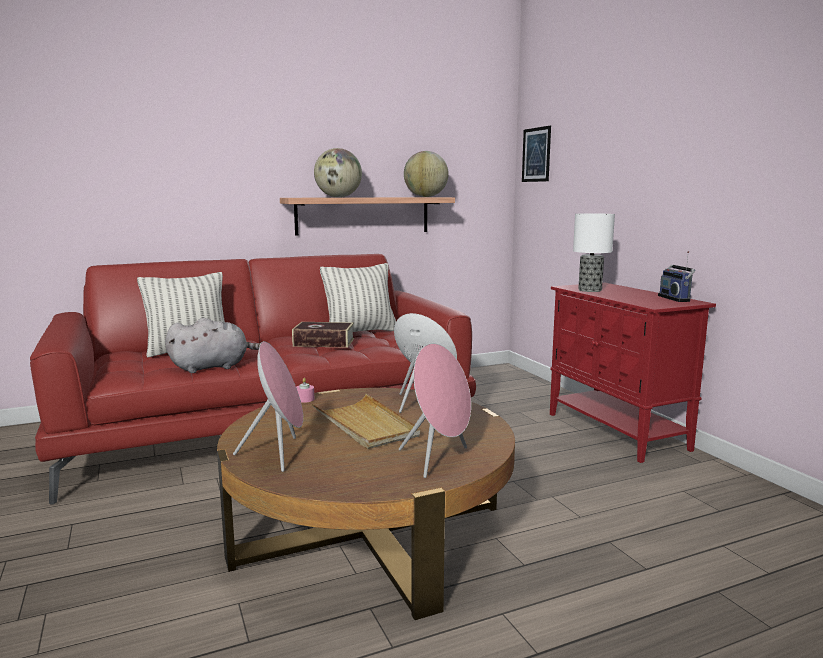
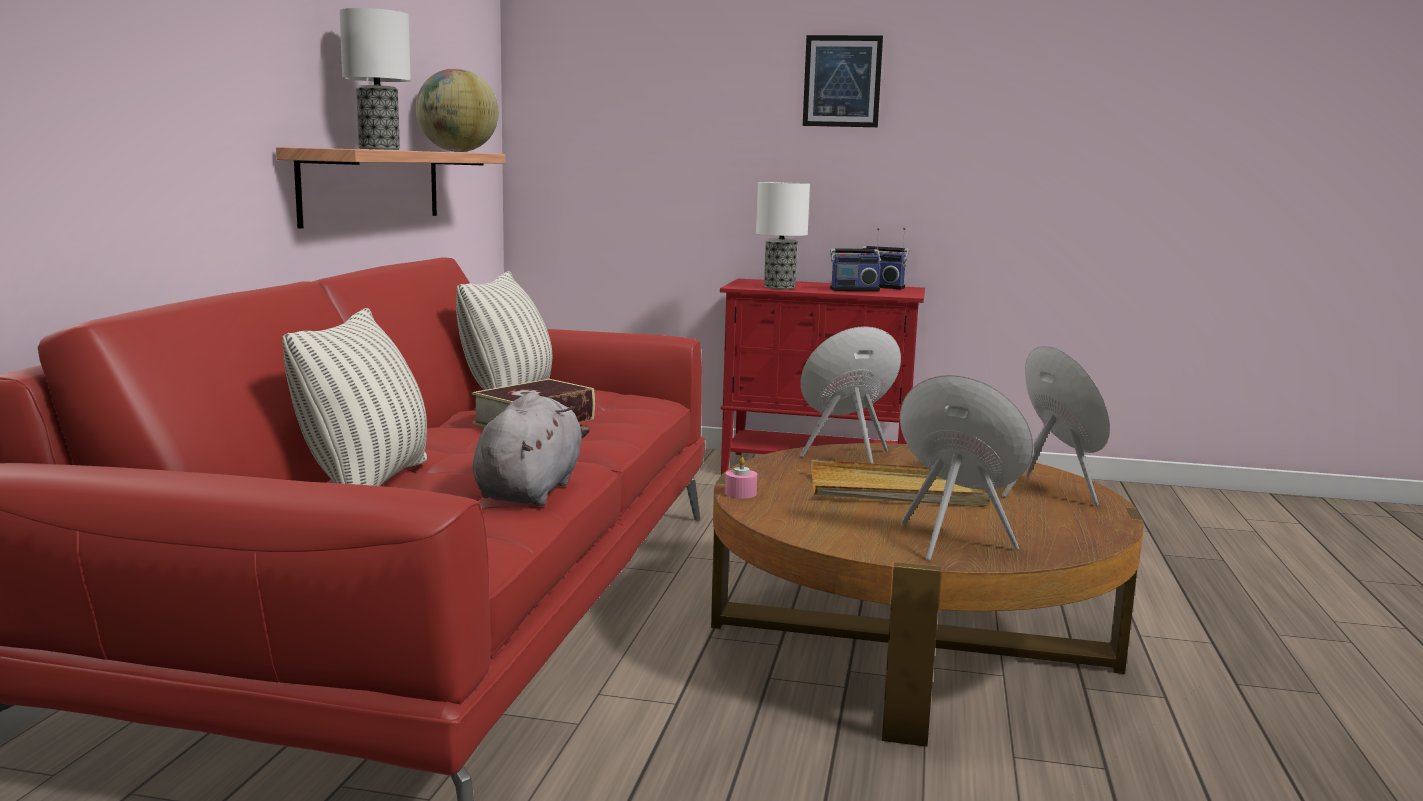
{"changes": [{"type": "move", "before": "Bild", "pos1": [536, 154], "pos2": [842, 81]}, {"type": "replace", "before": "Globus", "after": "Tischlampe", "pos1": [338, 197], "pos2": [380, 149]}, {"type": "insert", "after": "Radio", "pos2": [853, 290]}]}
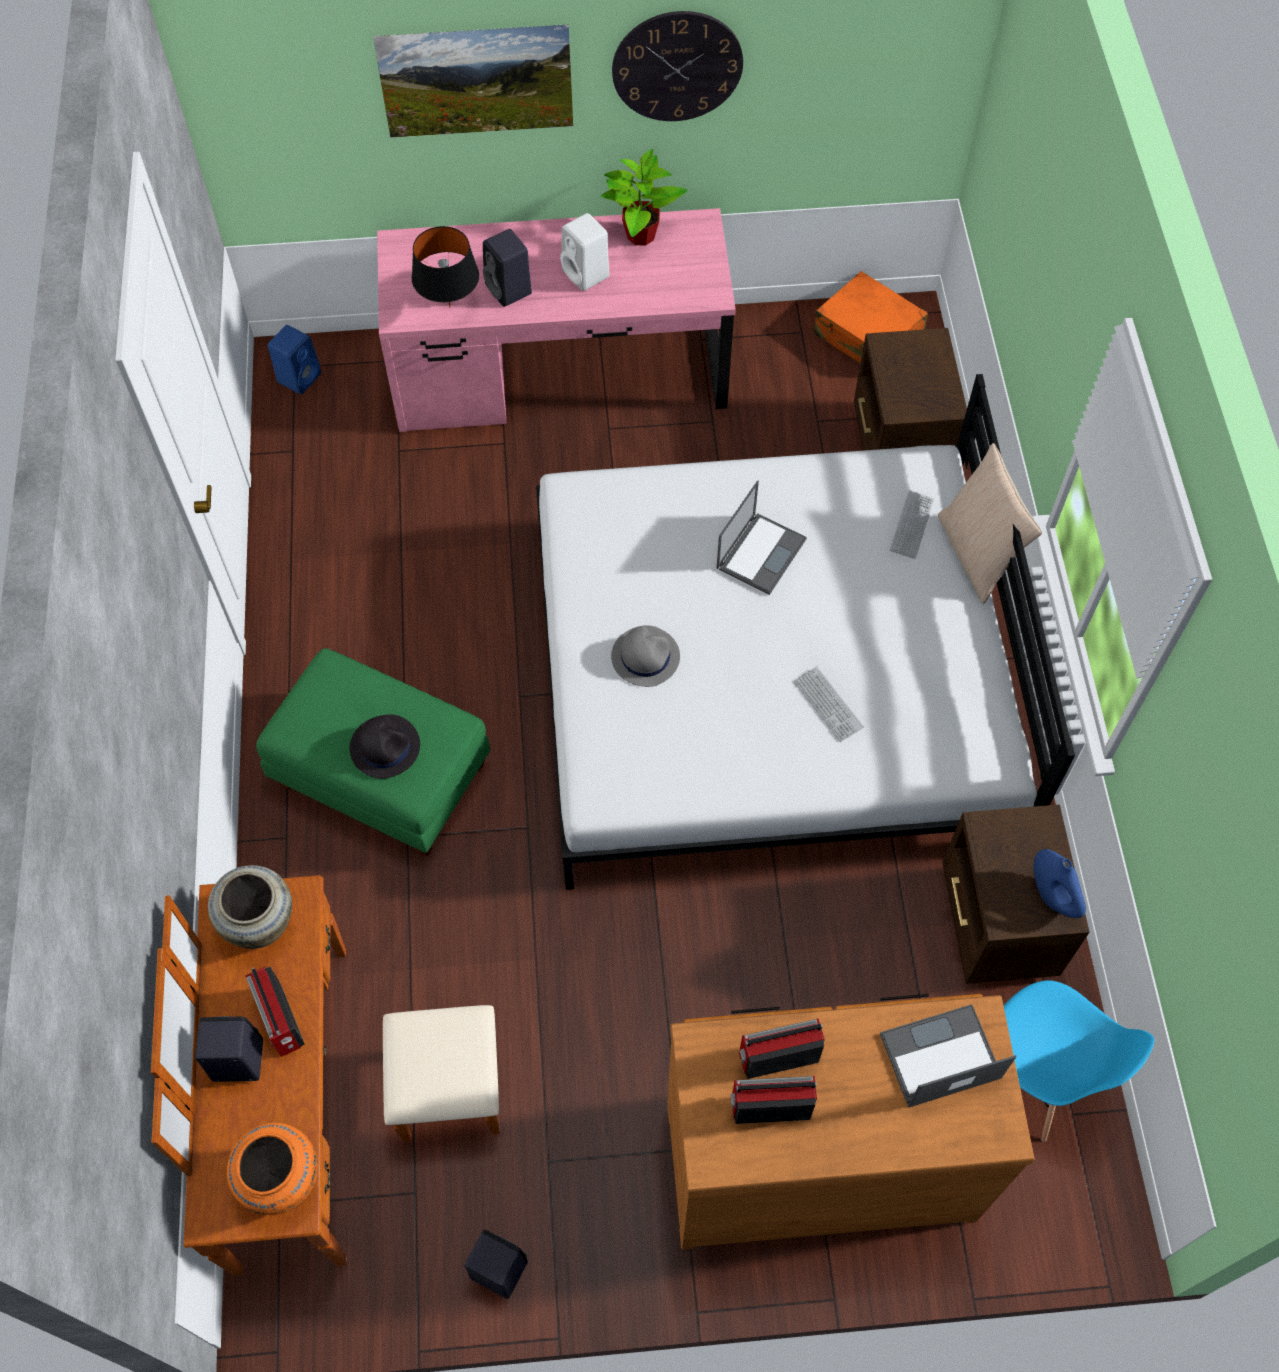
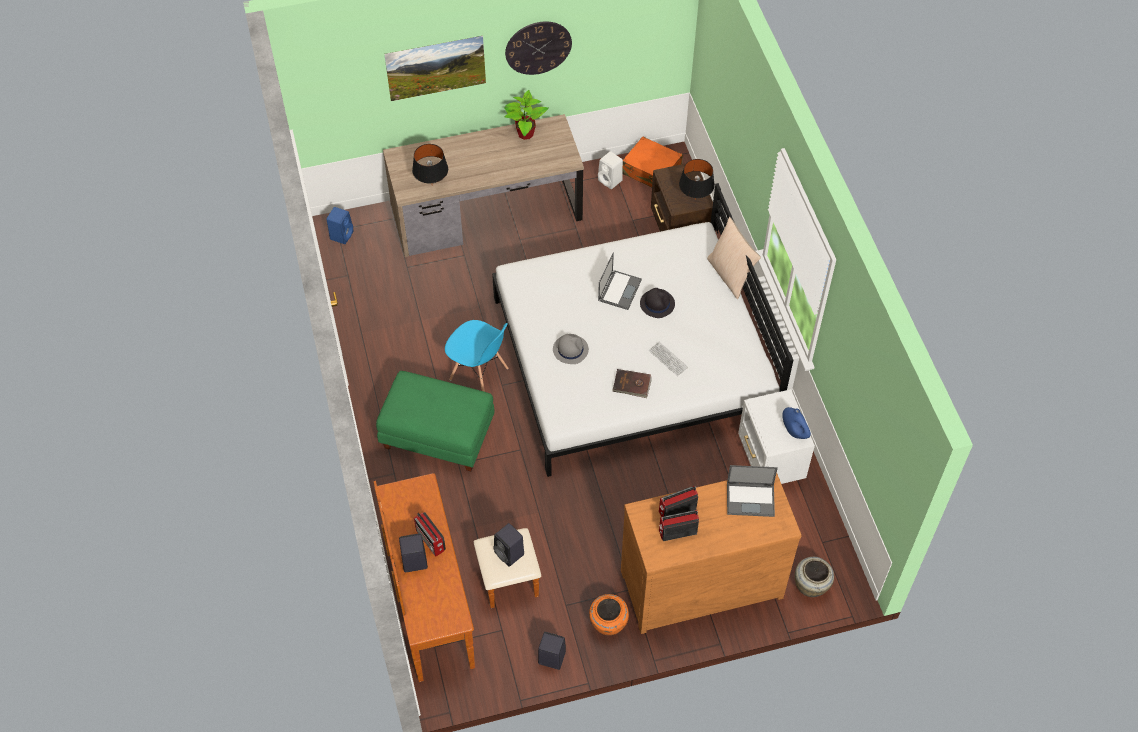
{"changes": [{"type": "recolor", "before": "Schreibtisch (rosa)", "after": "Schreibtisch (braun)", "pos1": [560, 371], "pos2": [486, 212]}, {"type": "move", "before": "Lautsprecher (weiß)", "pos1": [587, 274], "pos2": [610, 181]}, {"type": "move", "before": "Lautsprecher (schwarz)", "pos1": [510, 290], "pos2": [510, 554]}, {"type": "delete", "before": "Tastatur", "pos1": [911, 525]}, {"type": "move", "before": "Hut (schwarz)", "pos1": [385, 746], "pos2": [657, 303]}, {"type": "recolor", "before": "Nachttisch (braun)", "after": "Nachttisch (weiß)", "pos1": [995, 925], "pos2": [770, 460]}, {"type": "move", "before": "Vase (beige)", "pos1": [261, 925], "pos2": [811, 587]}, {"type": "move", "before": "Stuhl (blau)", "pos1": [1034, 1079], "pos2": [479, 374]}, {"type": "rotate", "before": "Laptop", "pos1": [939, 1057], "pos2": [751, 499], "turn": -150}, {"type": "move", "before": "Vase (orange)", "pos1": [282, 1181], "pos2": [607, 624]}, {"type": "insert", "after": "Tischlampe (schwarz)", "pos2": [695, 199]}, {"type": "insert", "after": "Buch (braun)", "pos2": [632, 384]}]}
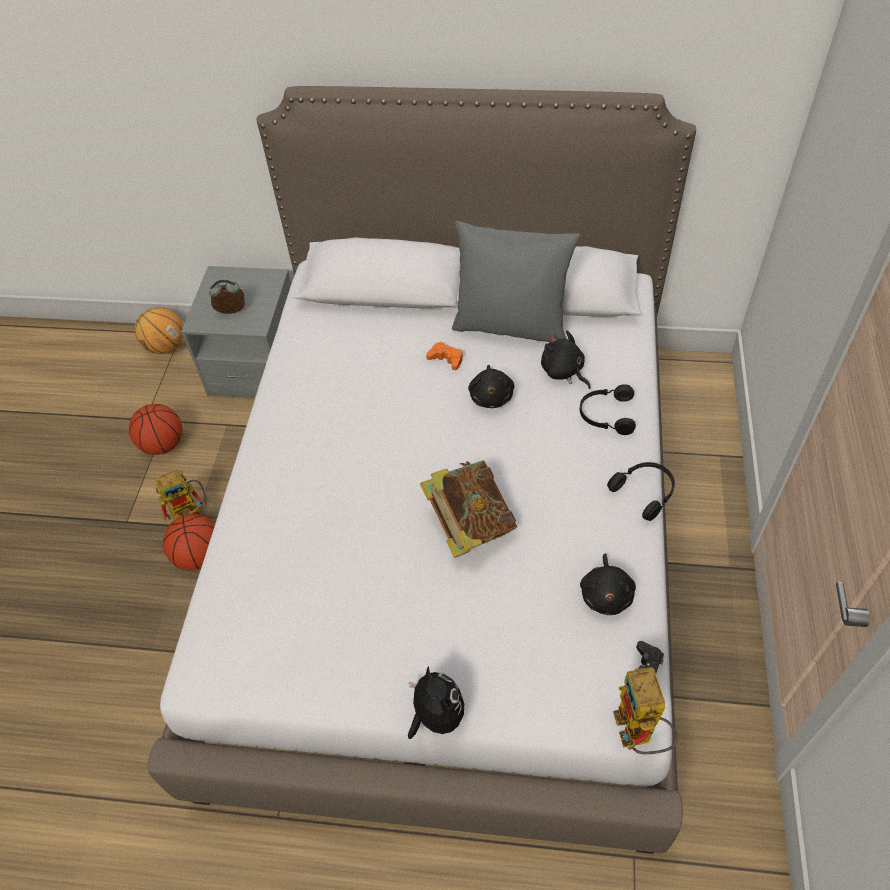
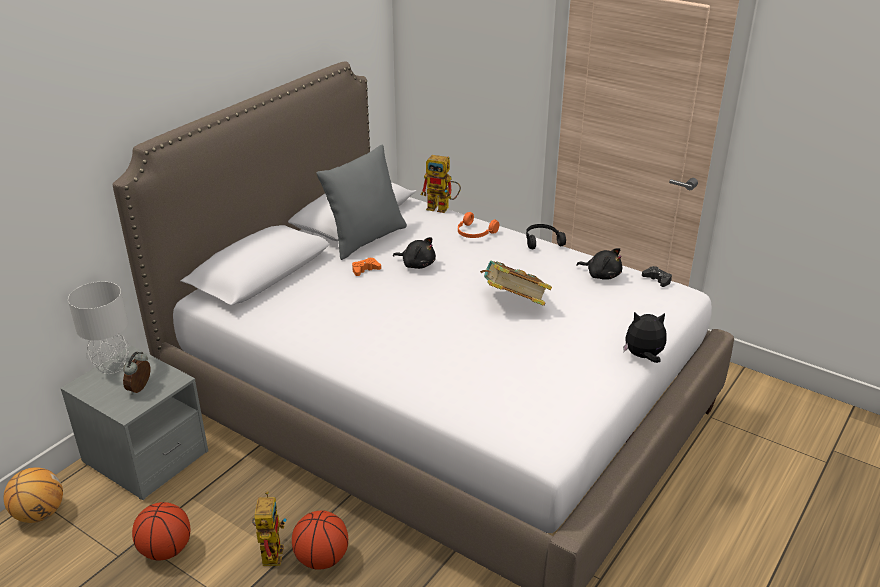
{"changes": [{"type": "delete", "before": "Plüschtier (schwarz)", "pos1": [563, 371]}, {"type": "recolor", "before": "Kopfhörer (schwarz)", "after": "Kopfhörer (orange)", "pos1": [606, 415], "pos2": [474, 233]}, {"type": "move", "before": "Spielzeugroboter", "pos1": [638, 735], "pos2": [443, 208]}, {"type": "insert", "after": "Tischlampe (grau)", "pos2": [111, 367]}]}
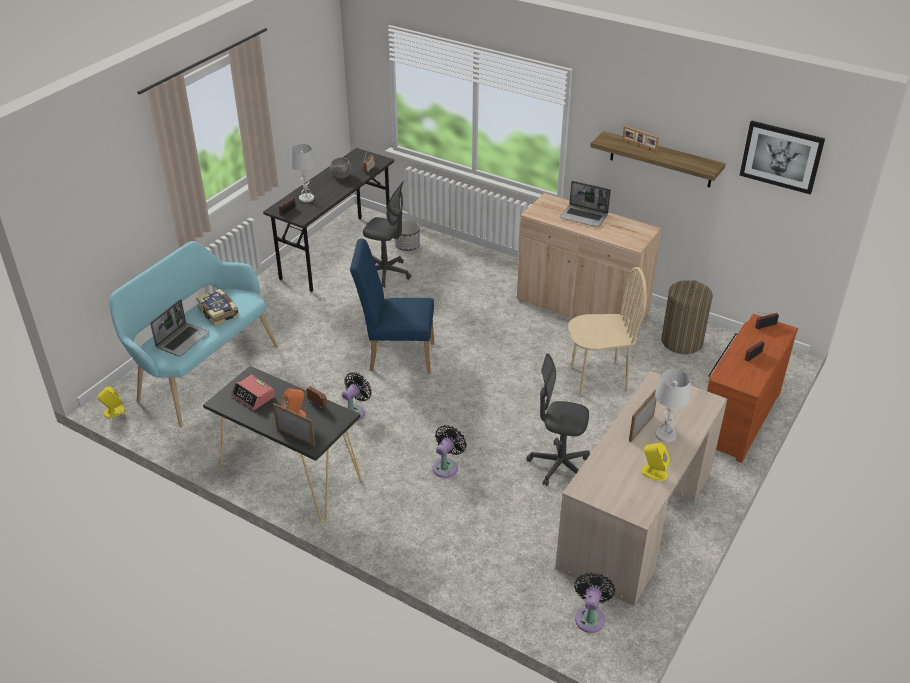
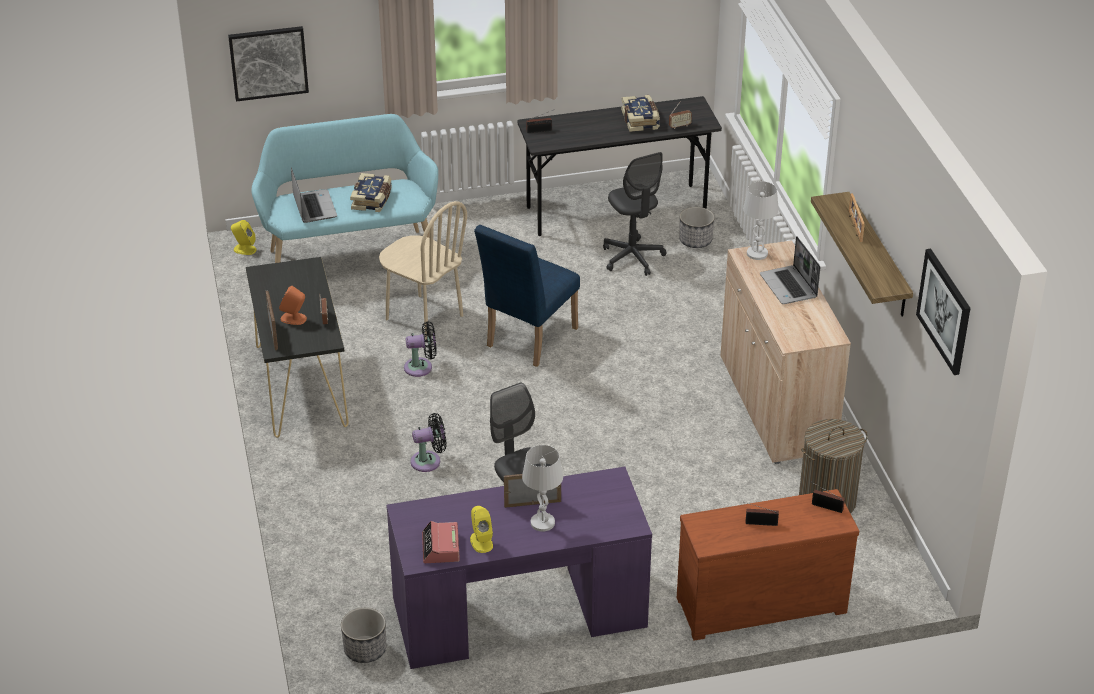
{"changes": [{"type": "move", "before": "Tischlampe (weiß)", "pos1": [306, 198], "pos2": [757, 253]}, {"type": "replace", "before": "Schüssel (grau)", "after": "Buch", "pos1": [341, 176], "pos2": [641, 120]}, {"type": "rotate", "before": "Stuhl (blau)", "pos1": [396, 355], "pos2": [527, 340], "turn": -105}, {"type": "move", "before": "Stuhl (beige)", "pos1": [598, 378], "pos2": [424, 318]}, {"type": "rotate", "before": "Laptop", "pos1": [183, 340], "pos2": [314, 207], "turn": -90}, {"type": "recolor", "before": "Schreibtisch (beige)", "after": "Schreibtisch (lila)", "pos1": [635, 519], "pos2": [518, 611]}, {"type": "move", "before": "Wecker", "pos1": [253, 396], "pos2": [441, 548]}, {"type": "replace", "before": "Ventilator (schwarz)", "after": "Pflanzkübel", "pos1": [590, 617], "pos2": [365, 649]}, {"type": "insert", "after": "Bild", "pos2": [268, 62]}]}
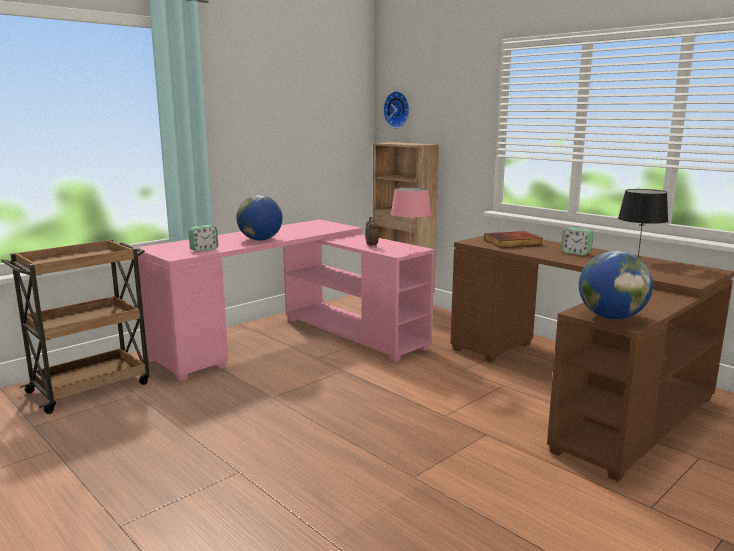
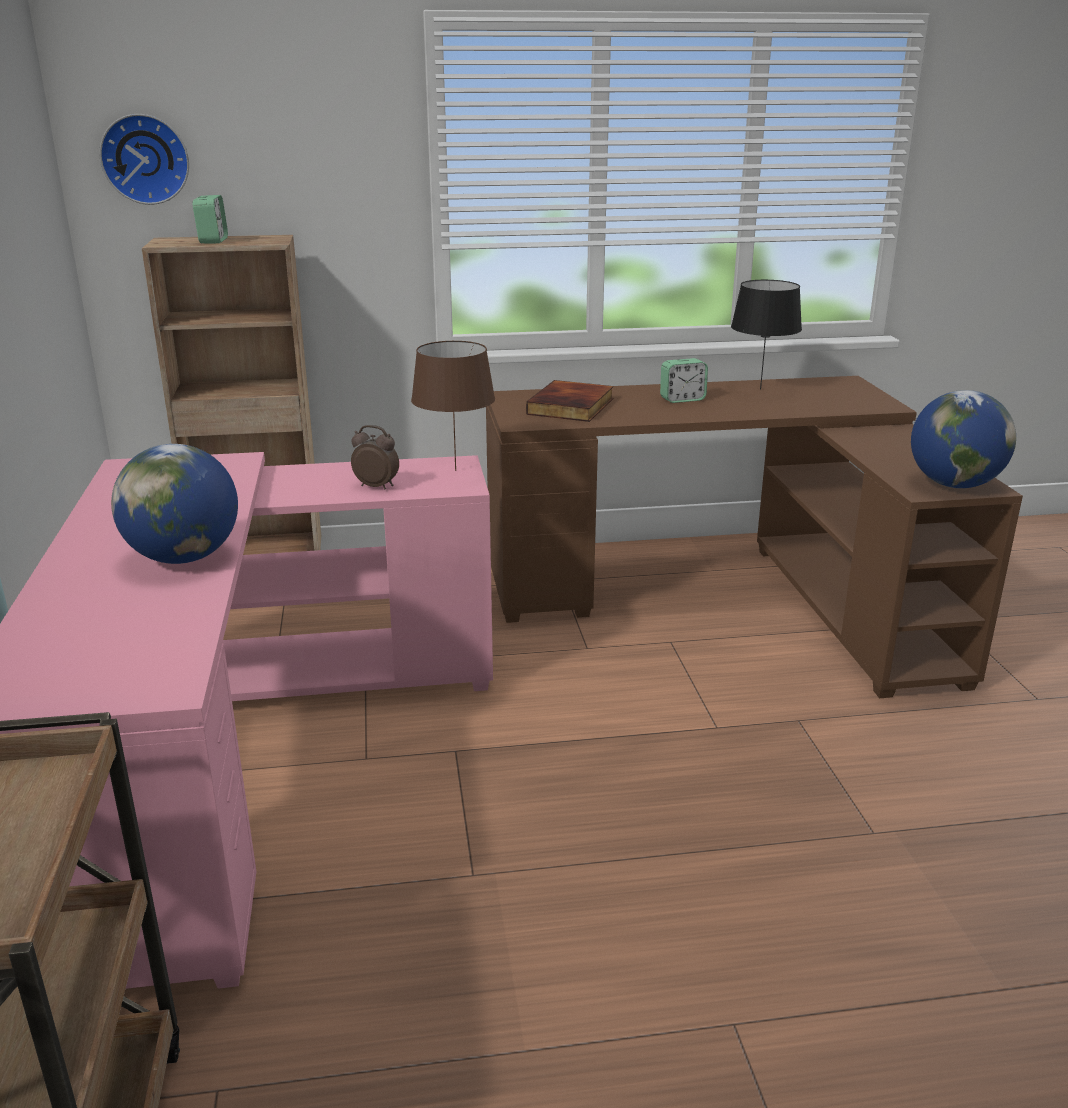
{"changes": [{"type": "recolor", "before": "Tischlampe (rosa)", "after": "Tischlampe (braun)", "pos1": [410, 250], "pos2": [455, 470]}, {"type": "move", "before": "Wecker", "pos1": [204, 249], "pos2": [213, 241]}]}
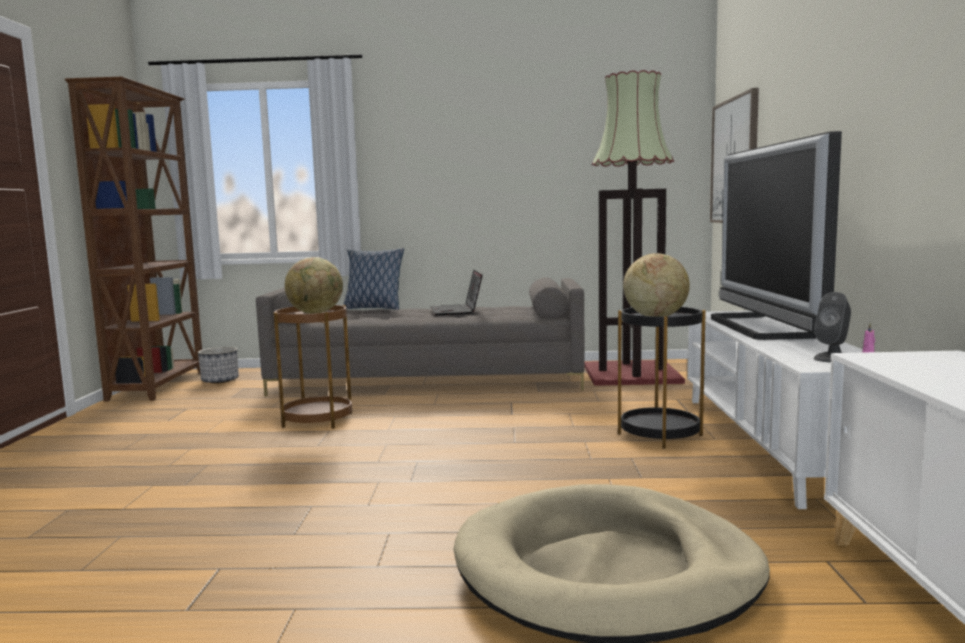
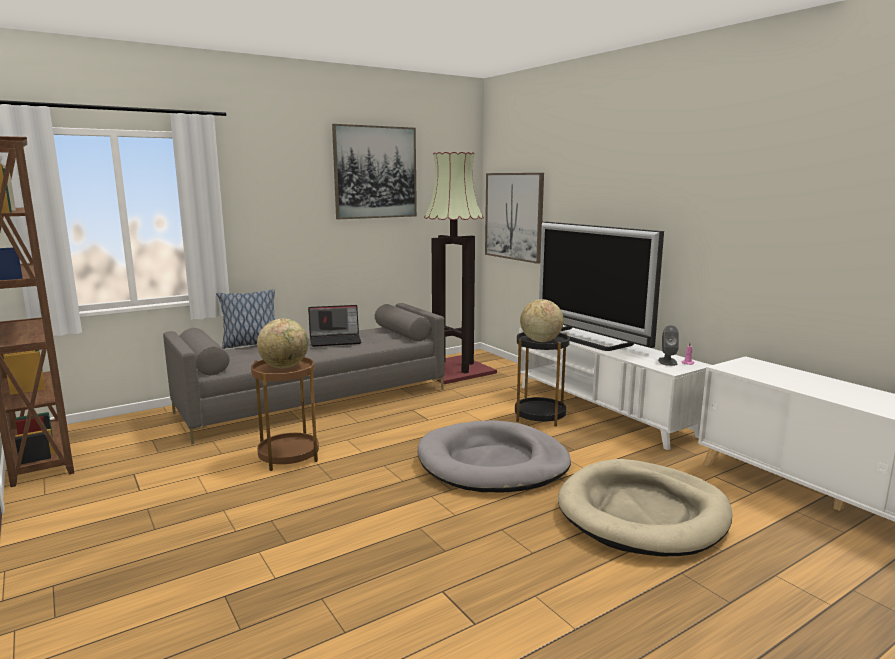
{"changes": [{"type": "rotate", "before": "Laptop", "pos1": [457, 311], "pos2": [336, 340], "turn": -60}, {"type": "delete", "before": "Pflanzkübel", "pos1": [220, 381]}, {"type": "insert", "after": "Bild", "pos2": [375, 172]}, {"type": "insert", "after": "Hundebett (grau)", "pos2": [493, 463]}]}
